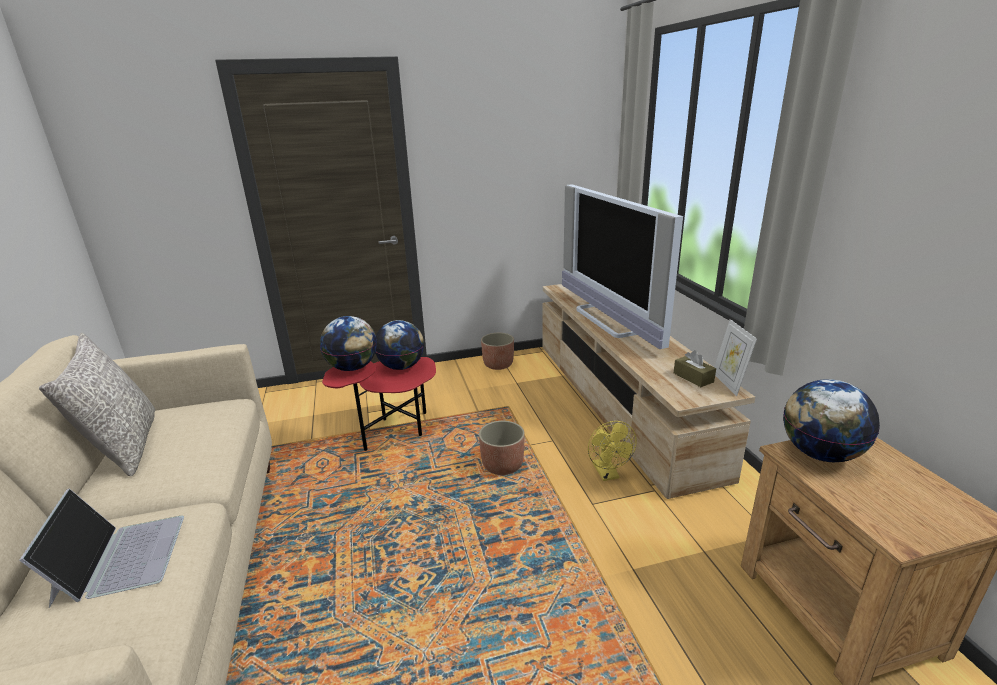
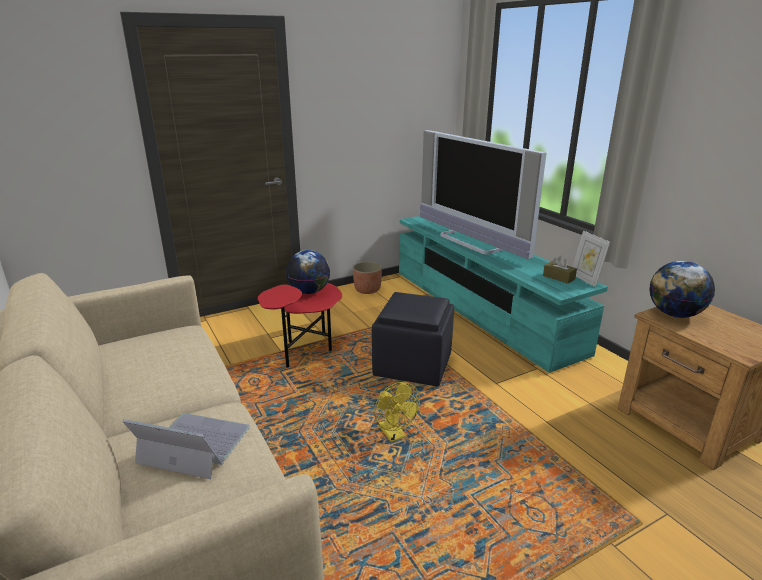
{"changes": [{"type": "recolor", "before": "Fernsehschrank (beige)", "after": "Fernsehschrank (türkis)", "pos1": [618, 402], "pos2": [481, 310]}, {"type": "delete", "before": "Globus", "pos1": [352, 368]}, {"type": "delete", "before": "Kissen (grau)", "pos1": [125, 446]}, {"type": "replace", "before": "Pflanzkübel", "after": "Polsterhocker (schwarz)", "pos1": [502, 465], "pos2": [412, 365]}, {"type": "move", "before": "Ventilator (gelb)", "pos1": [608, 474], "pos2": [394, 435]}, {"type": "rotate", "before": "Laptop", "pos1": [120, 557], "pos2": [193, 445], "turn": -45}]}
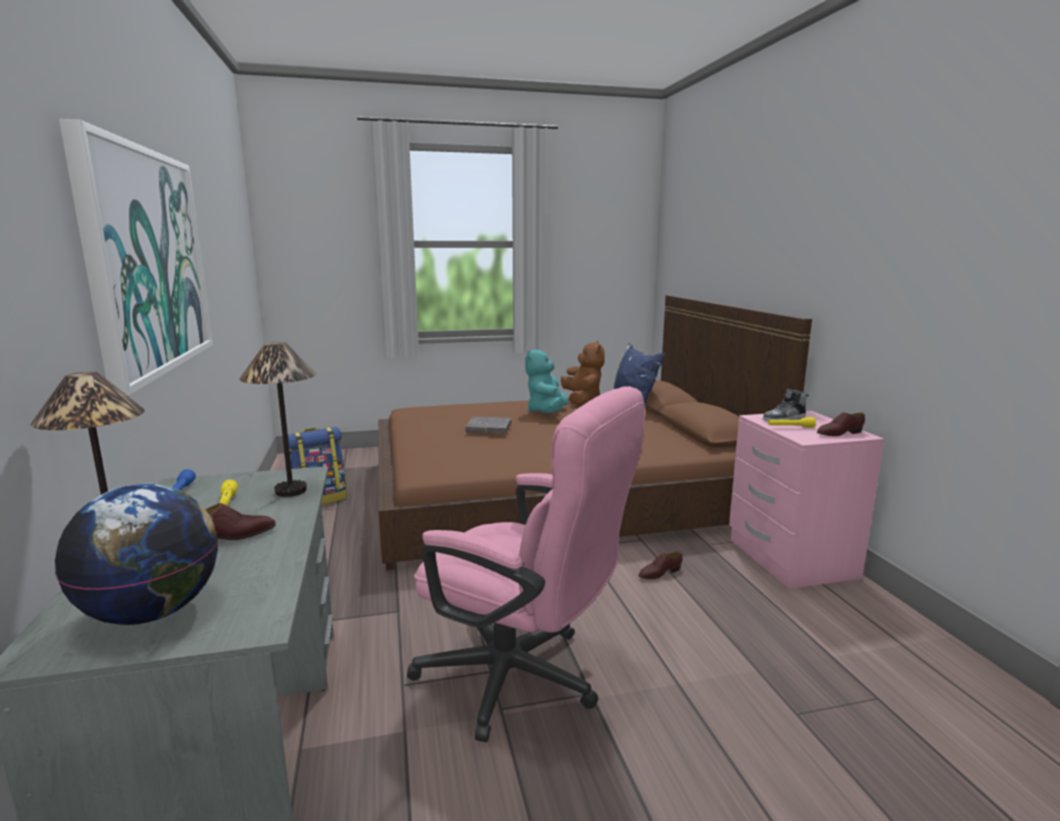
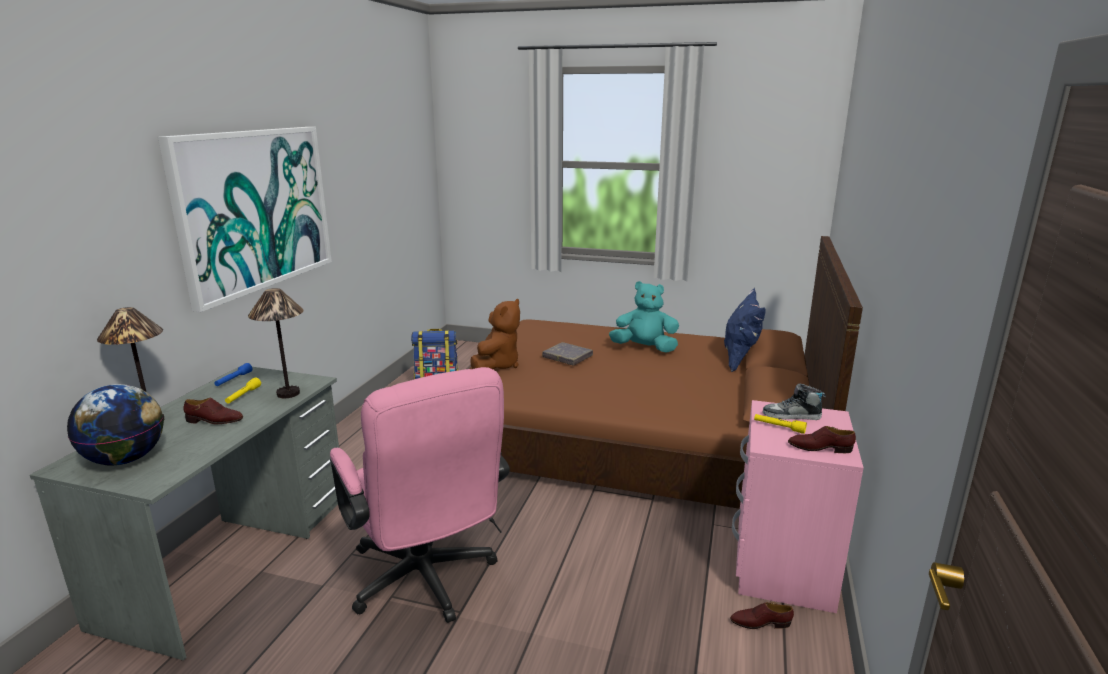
{"changes": [{"type": "move", "before": "Plüschtier (braun)", "pos1": [582, 401], "pos2": [497, 365]}, {"type": "rotate", "before": "Plüschtier (türkis)", "pos1": [547, 412], "pos2": [644, 348], "turn": 60}, {"type": "move", "before": "Schuh (braun)", "pos1": [659, 573], "pos2": [760, 623]}]}
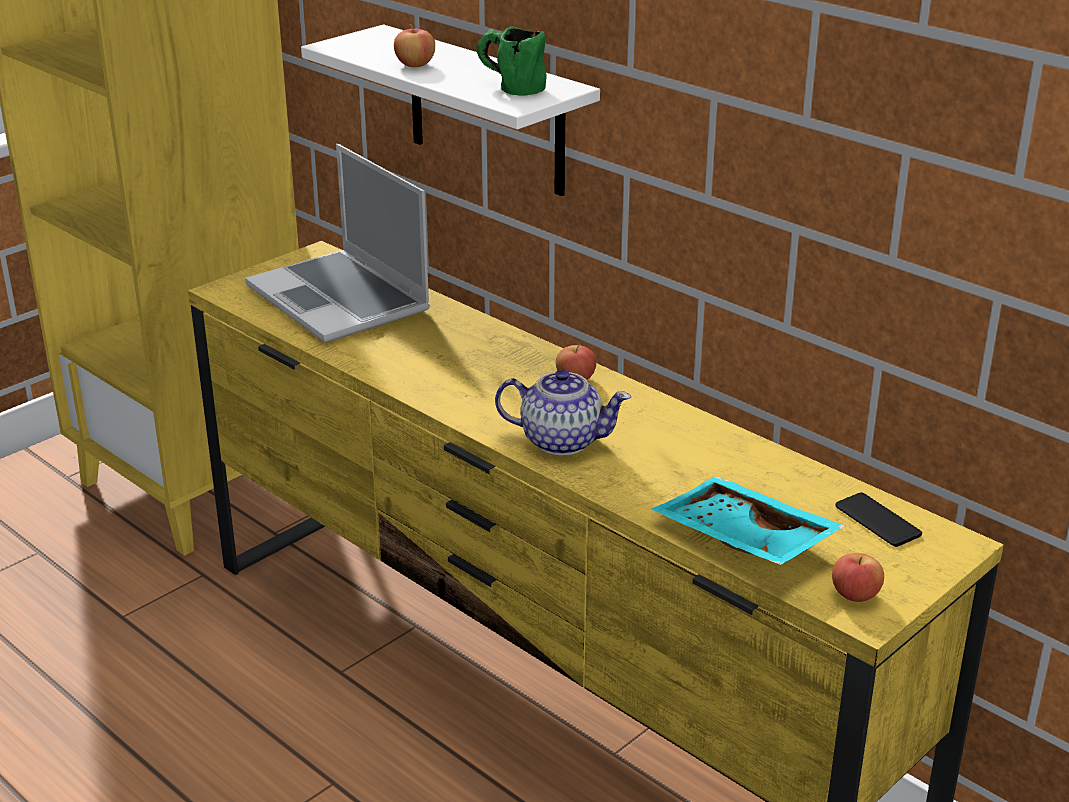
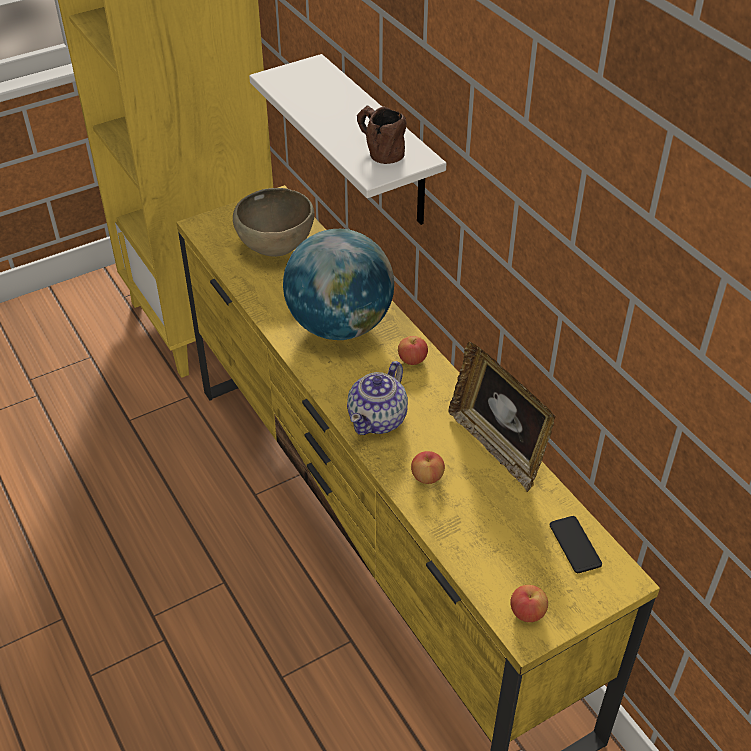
{"changes": [{"type": "move", "before": "Apfel", "pos1": [415, 64], "pos2": [427, 477]}, {"type": "recolor", "before": "Henkelbecher (grün)", "after": "Henkelbecher (braun)", "pos1": [510, 86], "pos2": [378, 150]}, {"type": "replace", "before": "Laptop", "after": "Schüssel (braun)", "pos1": [341, 300], "pos2": [277, 249]}, {"type": "rotate", "before": "Teekanne", "pos1": [561, 440], "pos2": [378, 419], "turn": 90}, {"type": "delete", "before": "Tablett (türkis)", "pos1": [741, 541]}, {"type": "insert", "after": "Globus", "pos2": [340, 325]}, {"type": "insert", "after": "Bilderrahmen", "pos2": [497, 446]}]}
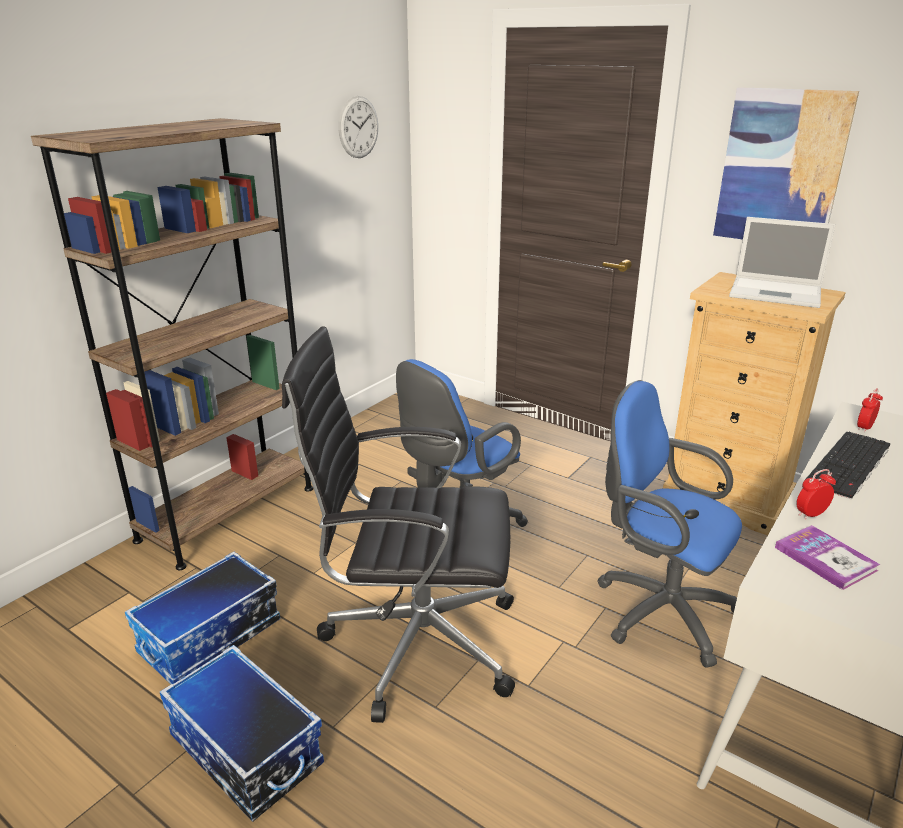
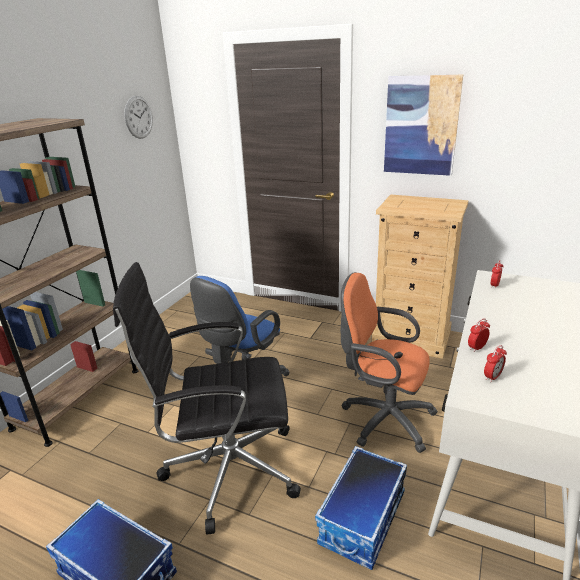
{"changes": [{"type": "delete", "before": "Laptop", "pos1": [777, 293]}, {"type": "recolor", "before": "Bürostuhl (blau)", "after": "Bürostuhl (orange)", "pos1": [658, 609], "pos2": [383, 418]}, {"type": "delete", "before": "Tastatur", "pos1": [850, 465]}, {"type": "replace", "before": "Buch", "after": "Wecker", "pos1": [825, 559], "pos2": [492, 377]}, {"type": "move", "before": "Aufbewahrungsbox", "pos1": [210, 638], "pos2": [363, 519]}]}
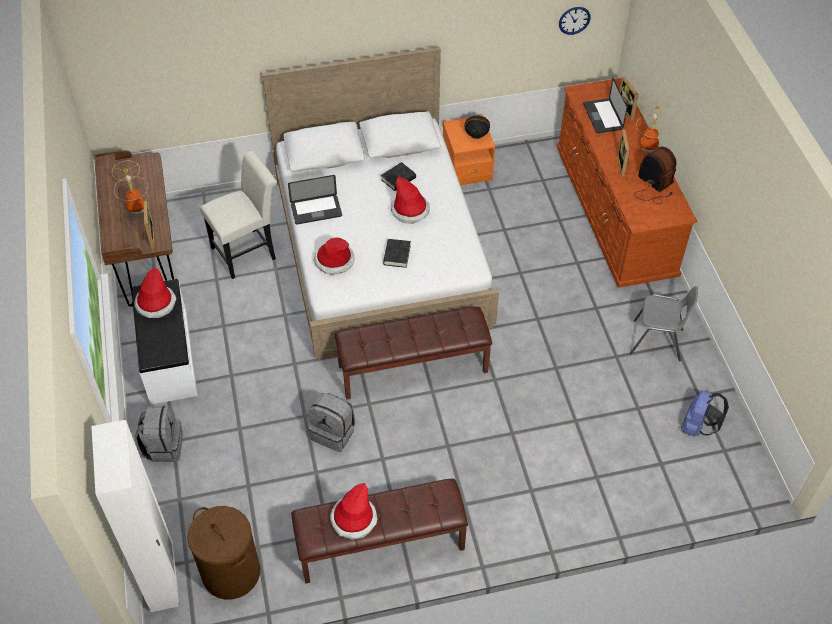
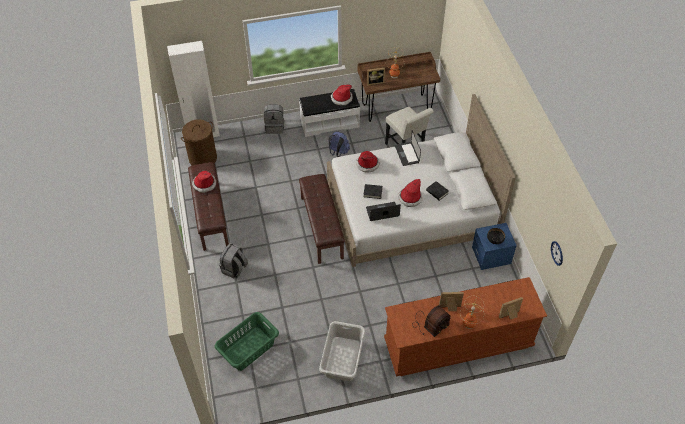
{"changes": [{"type": "move", "before": "Laptop", "pos1": [602, 116], "pos2": [382, 212]}, {"type": "recolor", "before": "Nachttisch (orange)", "after": "Nachttisch (blau)", "pos1": [467, 168], "pos2": [491, 256]}, {"type": "replace", "before": "Stuhl (grau)", "after": "Wäschekorb (grau)", "pos1": [657, 341], "pos2": [342, 359]}, {"type": "move", "before": "Rucksack (blau)", "pos1": [697, 427], "pos2": [338, 152]}, {"type": "move", "before": "Rucksack (grau)", "pos1": [334, 433], "pos2": [234, 269]}, {"type": "insert", "after": "Wäschekorb (grün)", "pos2": [248, 348]}]}
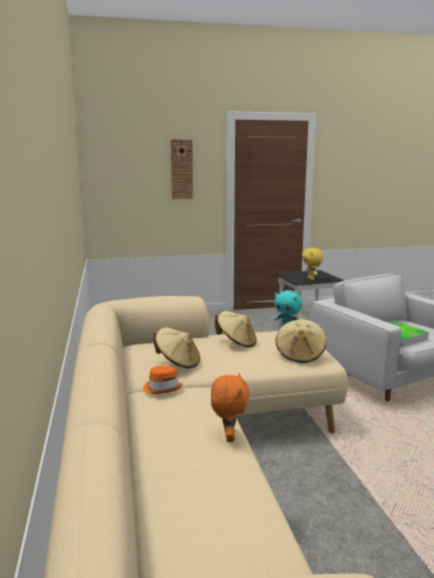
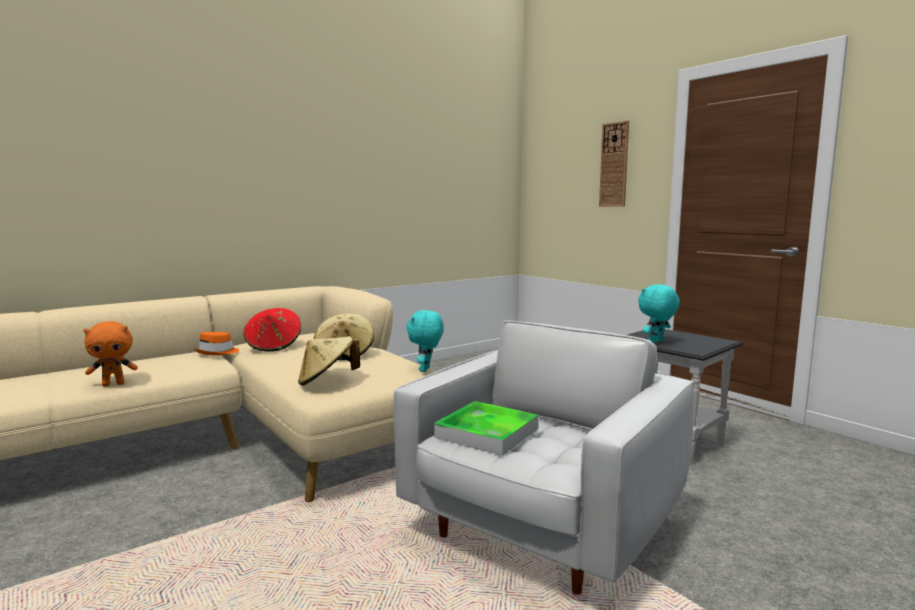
{"changes": [{"type": "recolor", "before": "Plüschtier (gelb)", "after": "Plüschtier (türkis)", "pos1": [311, 279], "pos2": [656, 342]}, {"type": "recolor", "before": "Hut (beige)", "after": "Hut (rot)", "pos1": [178, 362], "pos2": [274, 346]}]}
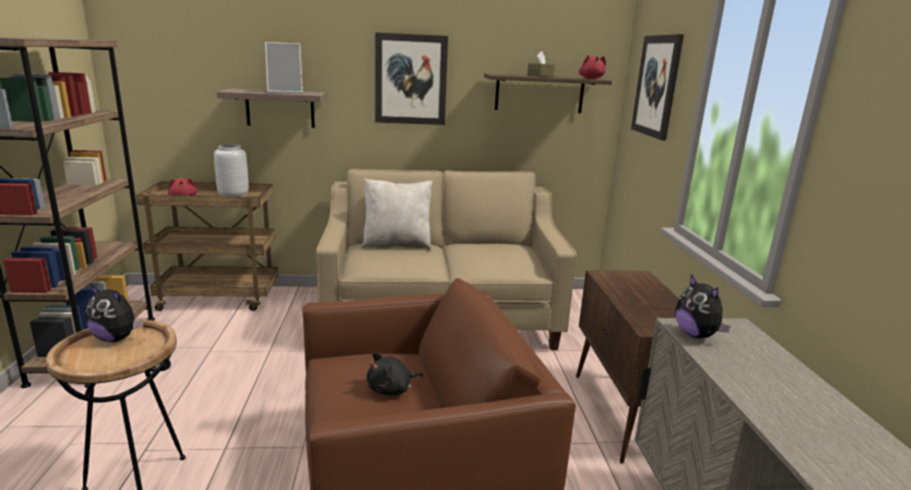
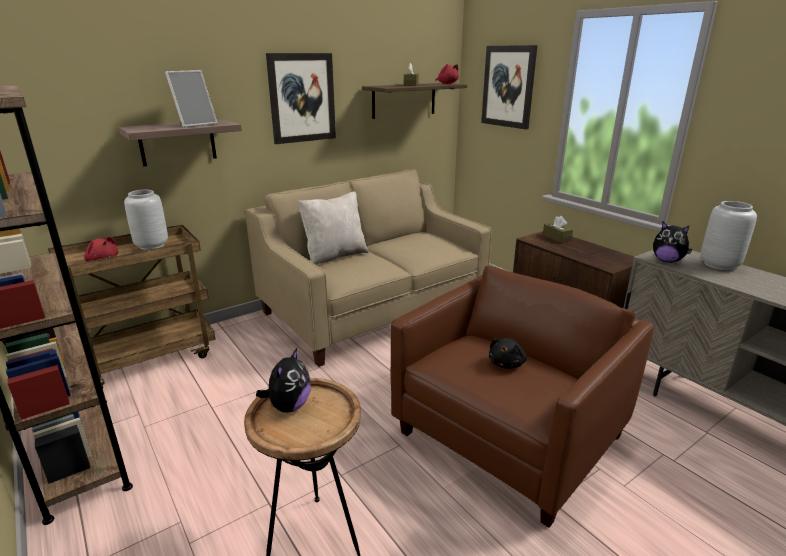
{"changes": [{"type": "rotate", "before": "Plüschtier", "pos1": [117, 338], "pos2": [289, 406], "turn": -60}, {"type": "insert", "after": "Vase (grau)", "pos2": [718, 265]}, {"type": "insert", "after": "Taschentuchbox (braun)", "pos2": [556, 237]}]}
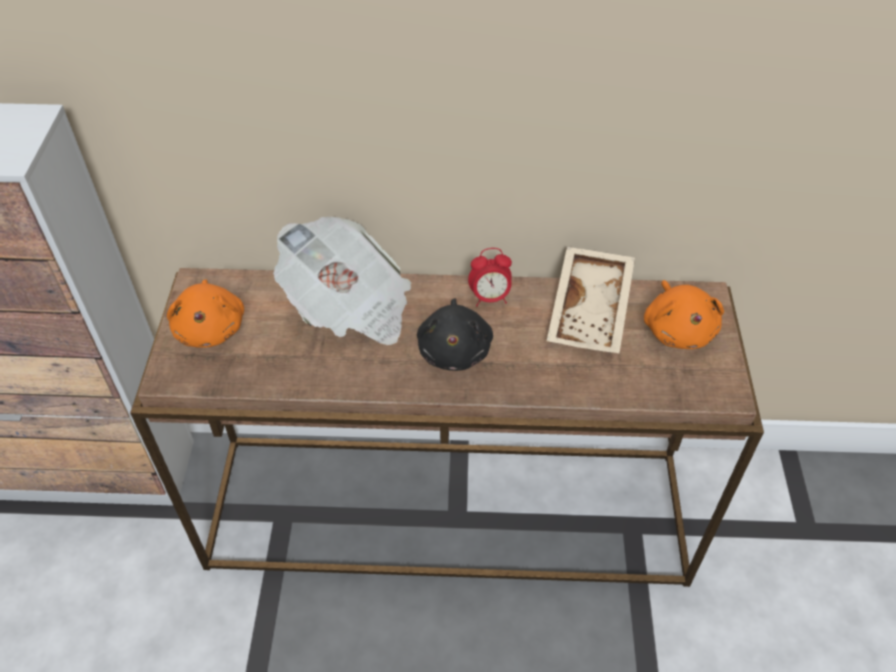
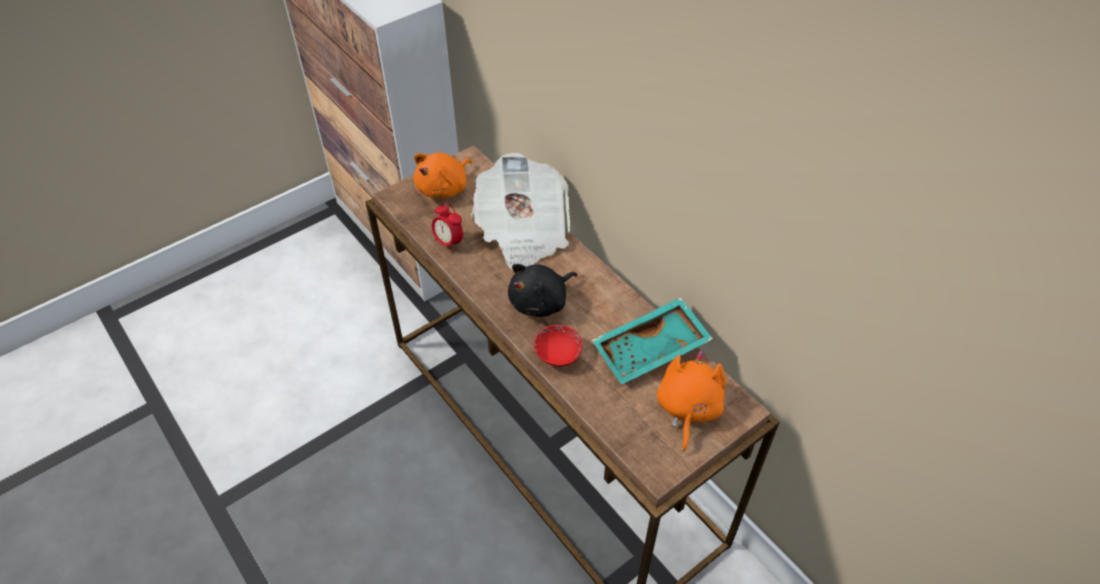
{"changes": [{"type": "recolor", "before": "Tablett (beige)", "after": "Tablett (türkis)", "pos1": [592, 311], "pos2": [651, 351]}, {"type": "move", "before": "Wecker", "pos1": [490, 298], "pos2": [449, 242]}, {"type": "rotate", "before": "Plüschtier (orange)", "pos1": [678, 329], "pos2": [687, 409], "turn": 150}, {"type": "insert", "after": "Schüssel (rot)", "pos2": [557, 354]}]}
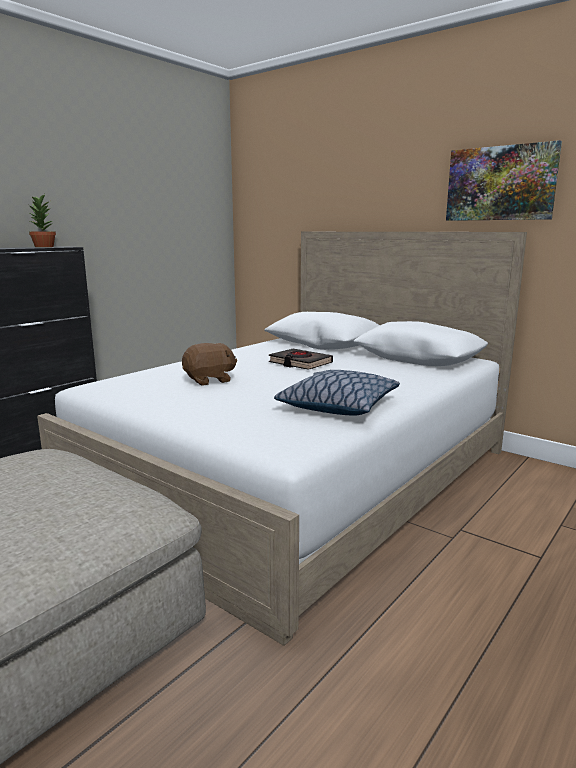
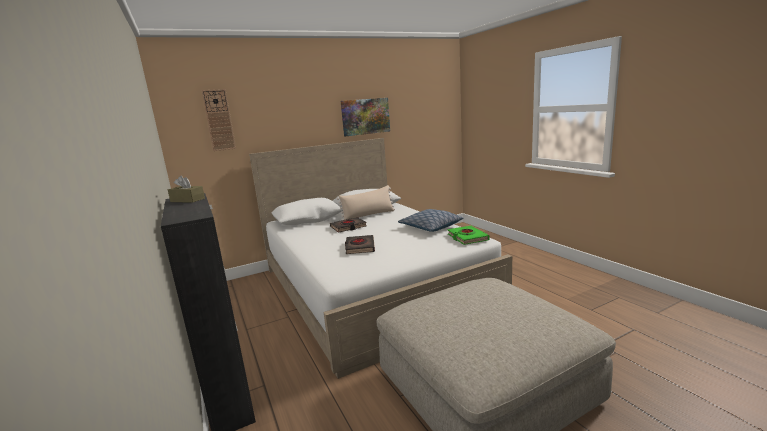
{"changes": [{"type": "replace", "before": "Topfpflanze", "after": "Taschentuchbox (braun)", "pos1": [44, 247], "pos2": [187, 200]}, {"type": "replace", "before": "Plüschtier (braun)", "after": "Buch (schwarz)", "pos1": [209, 380], "pos2": [360, 247]}, {"type": "insert", "after": "Wanduhr", "pos2": [219, 120]}, {"type": "insert", "after": "Kissen (beige)", "pos2": [368, 215]}, {"type": "insert", "after": "Buch (grün)", "pos2": [467, 238]}]}
